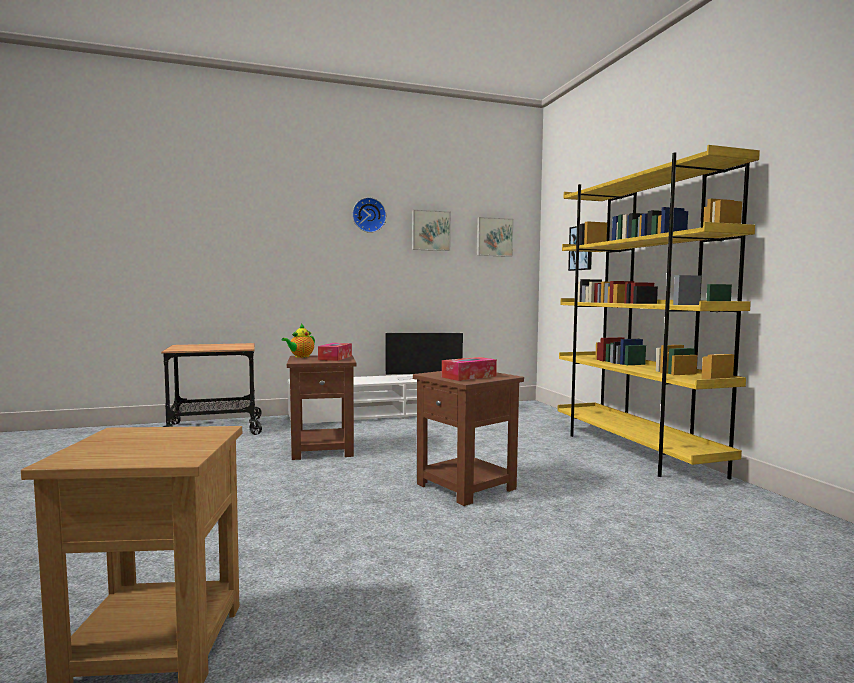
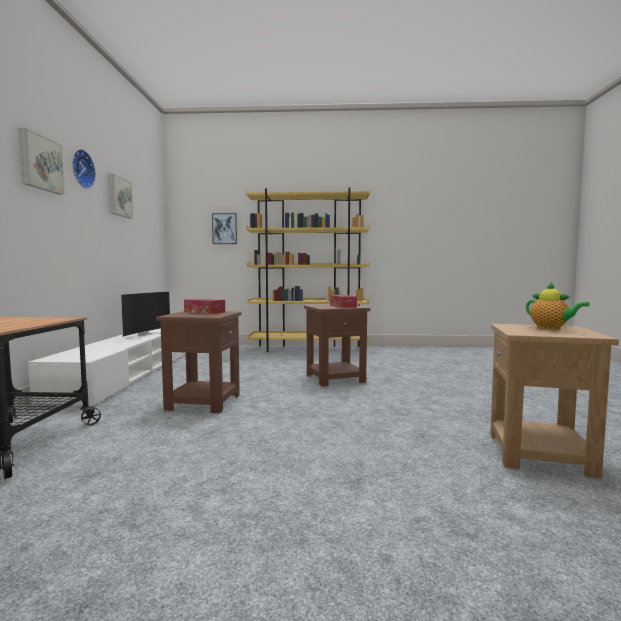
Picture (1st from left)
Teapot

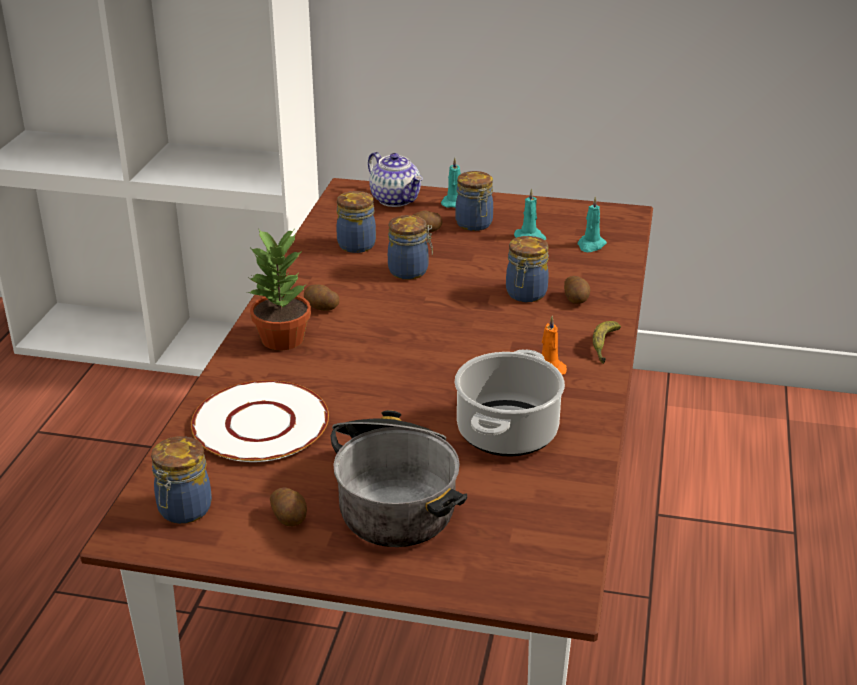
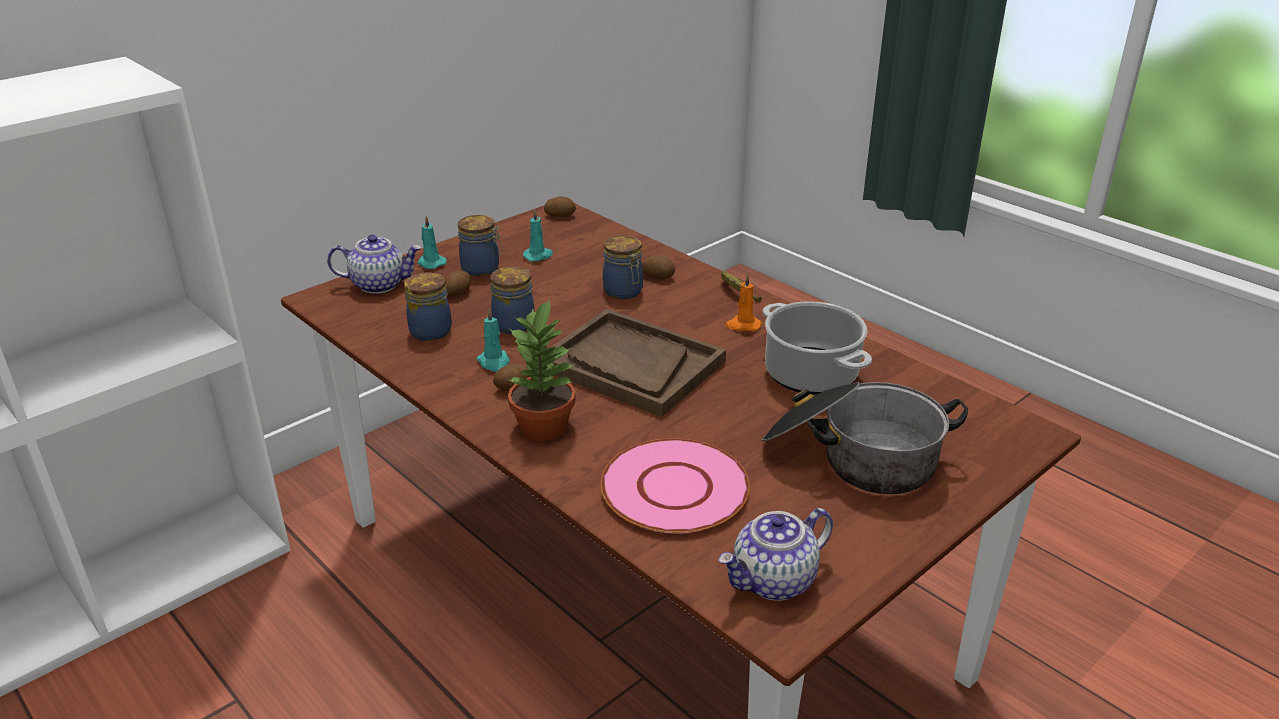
TurquoiseCandle (2nd from left)
Potato (3rd from left)
BrownTray
PinkPlate
Teapot (2nd from left)

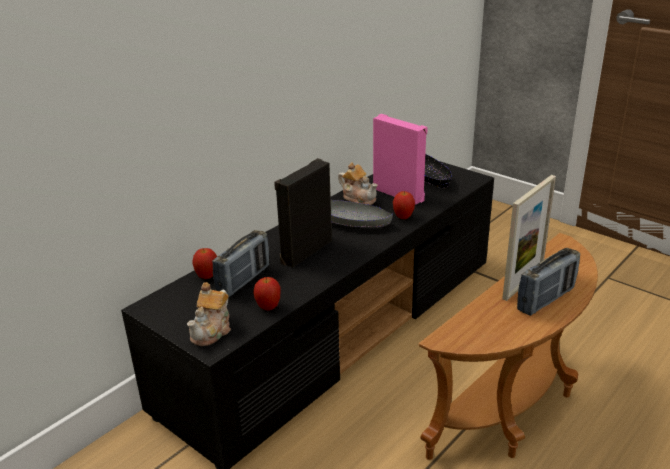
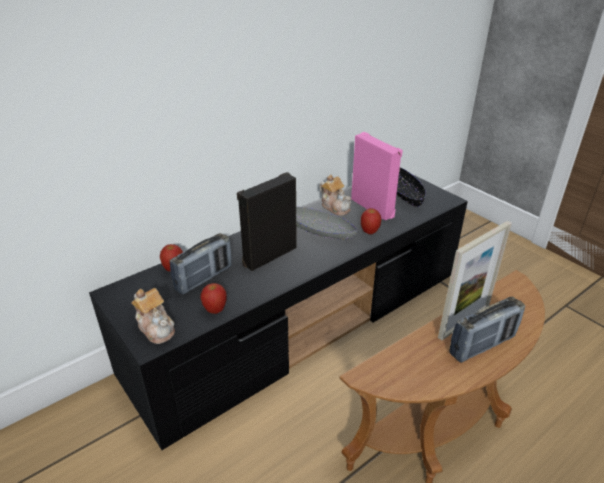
Teapot (1st from left)

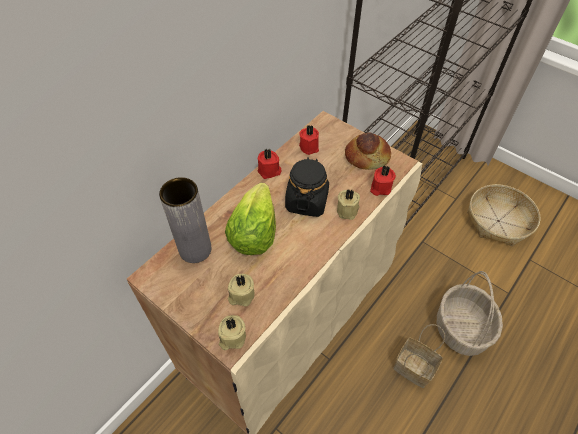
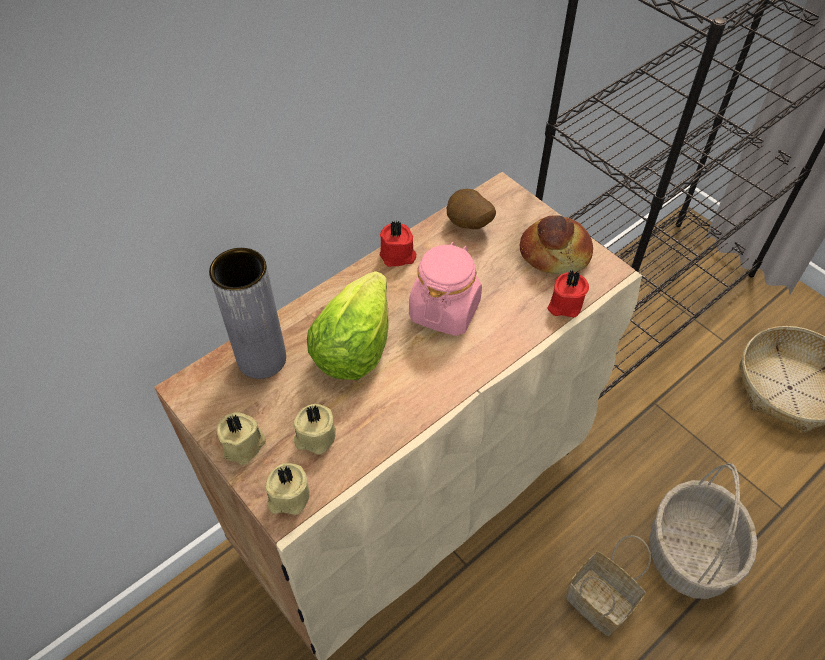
BeigeCandle (1st from left)
PinkJar
Potato

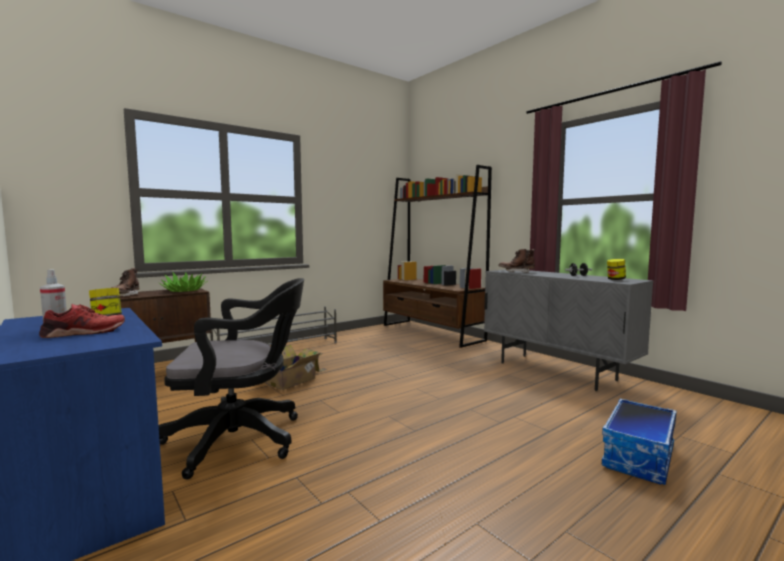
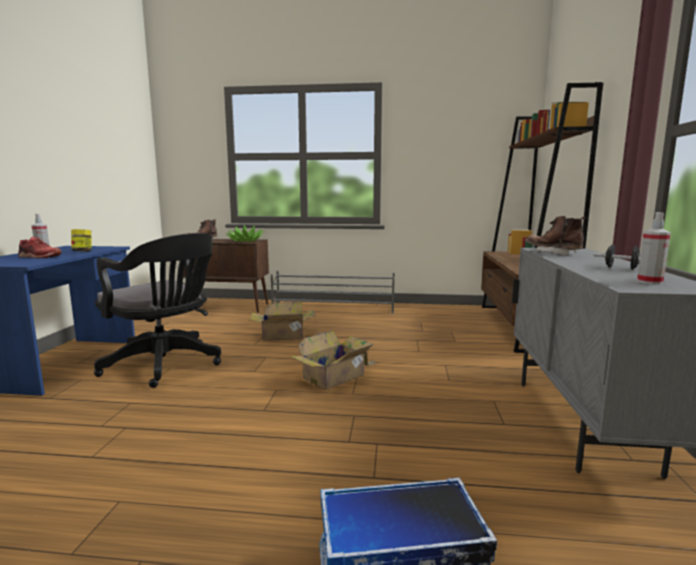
CardboardBox (2nd from left)
SprayBottle (2nd from left)

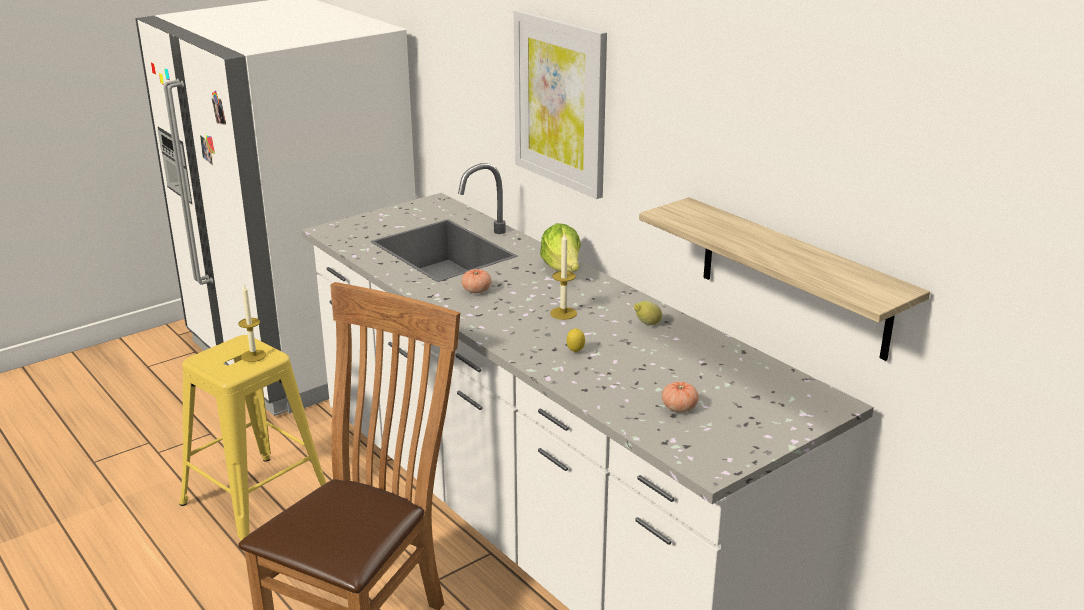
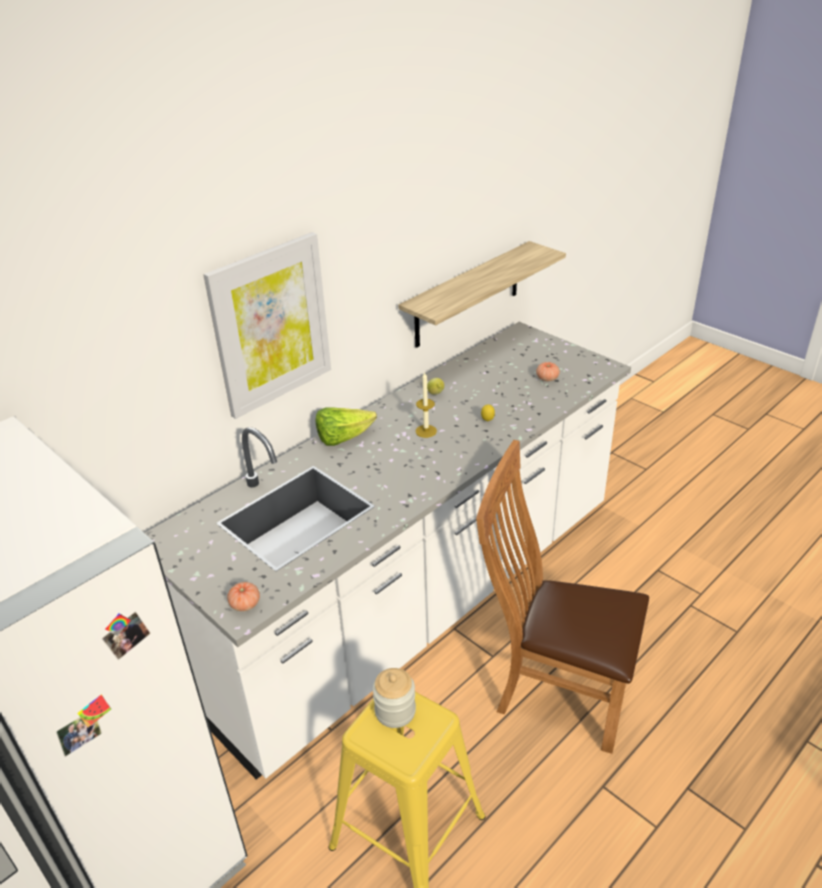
Tomato (1st from left)
Jar

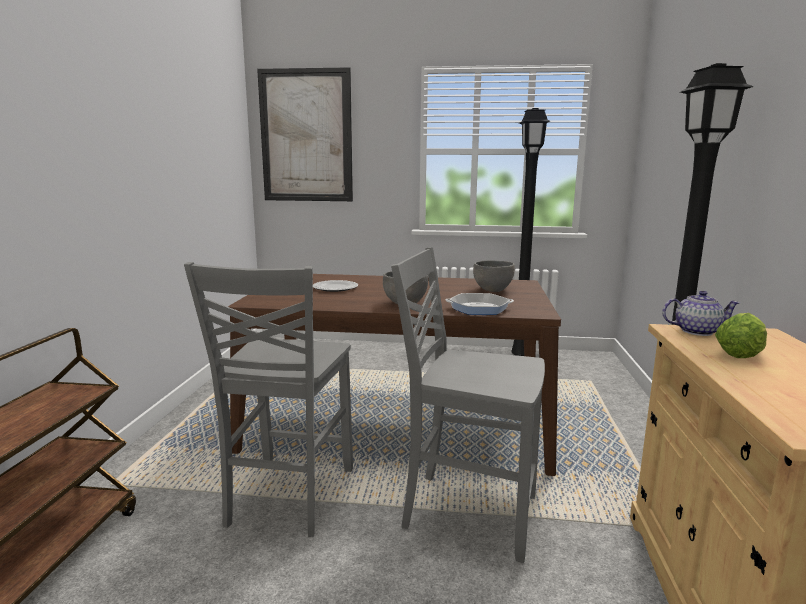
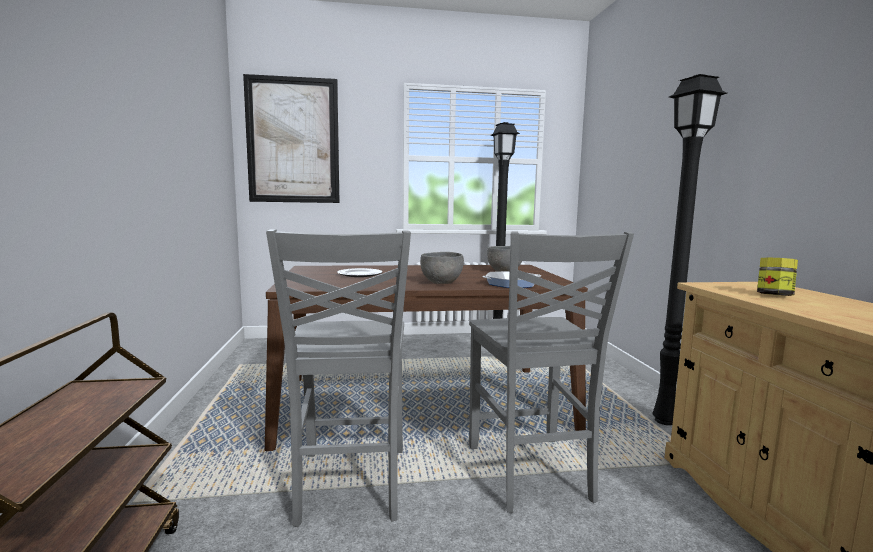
GreyChair (2nd from left)
Jar
Teapot

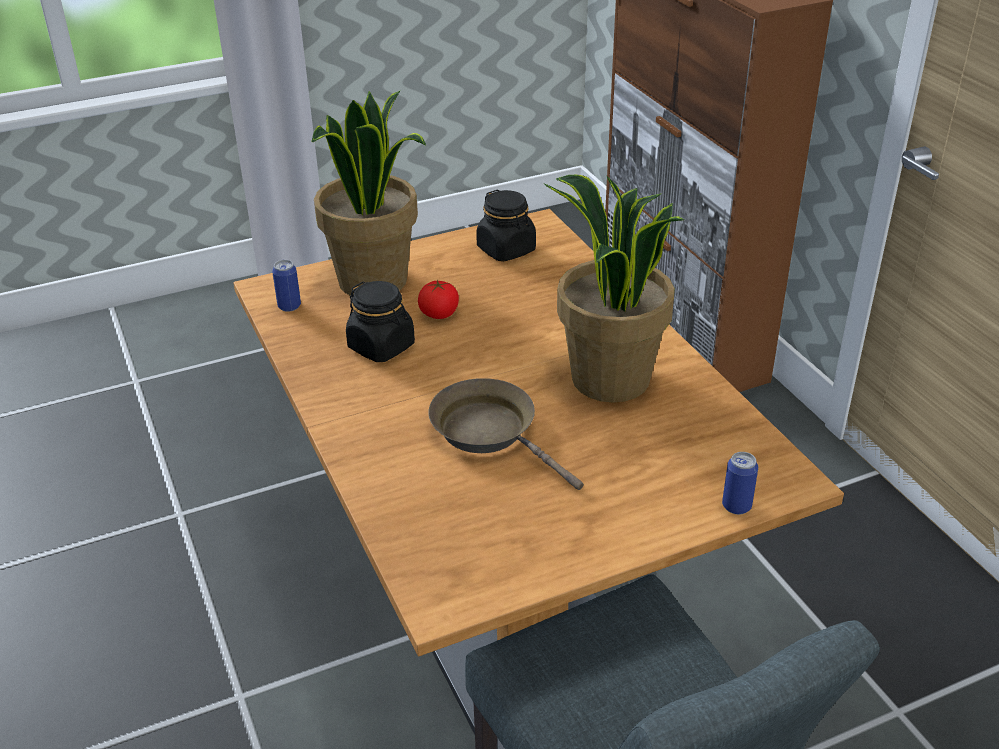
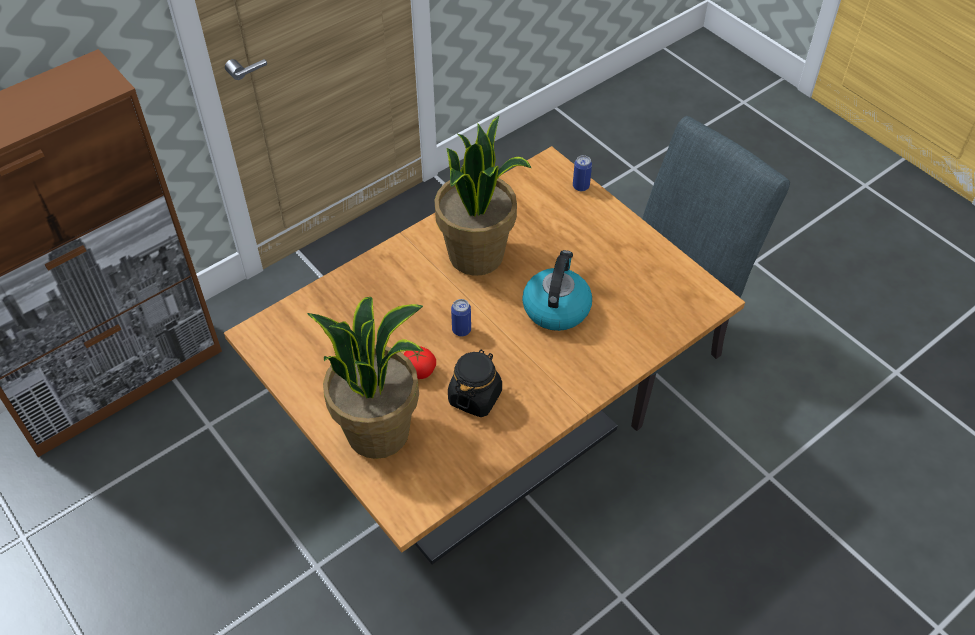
Can (1st from left)
Kettle
BlackJar (2nd from left in the first image)

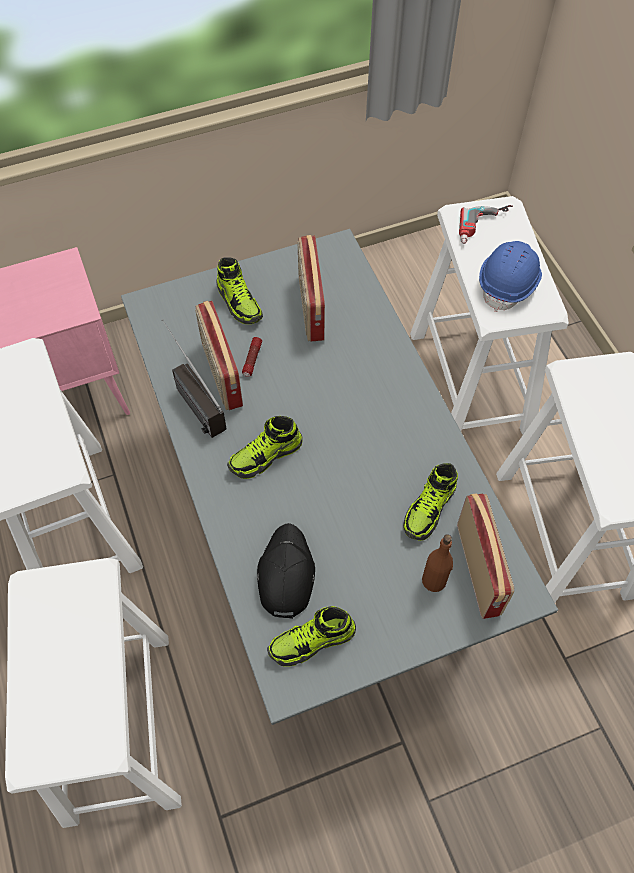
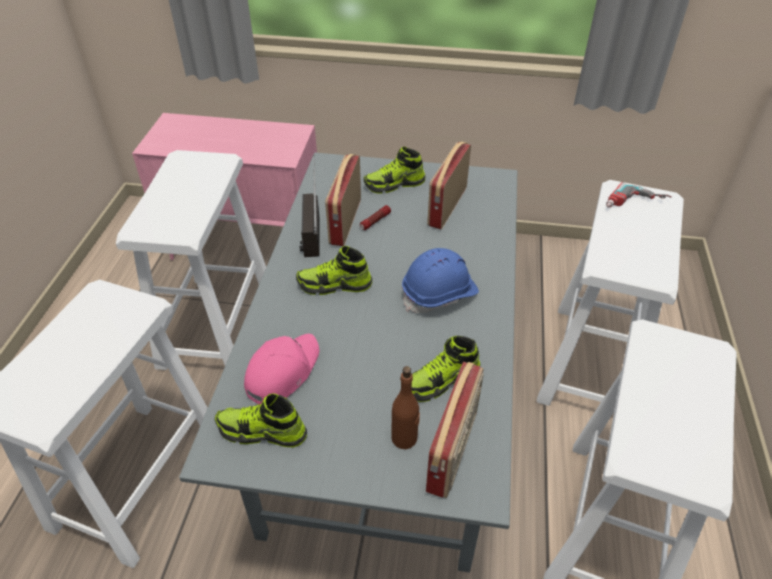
PinkCap
Shoe (3rd from left)
BlueHardHat

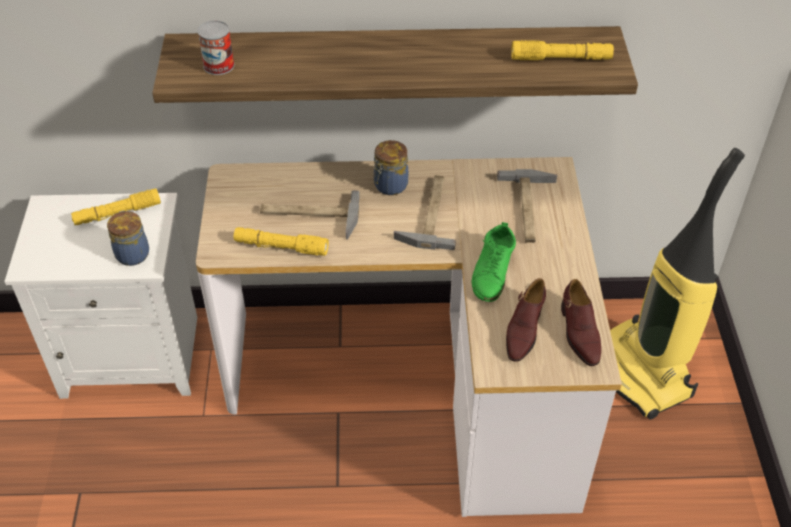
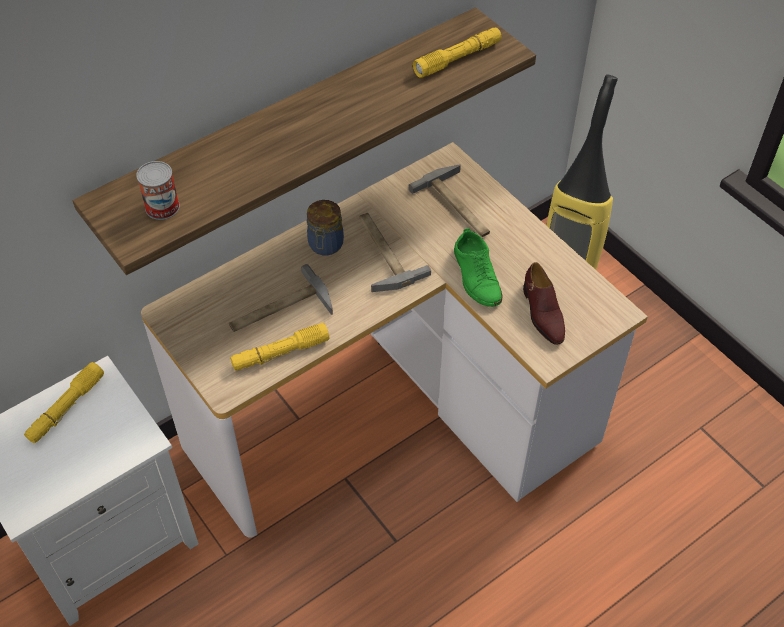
Jar (1st from left in the first image)
BrownShoe (2nd from left in the first image)

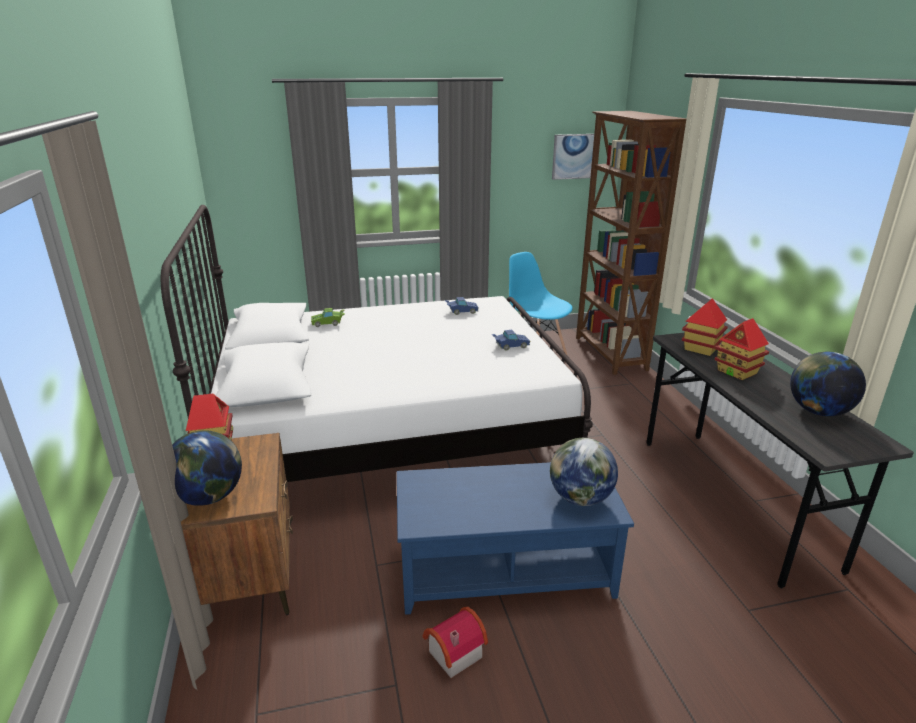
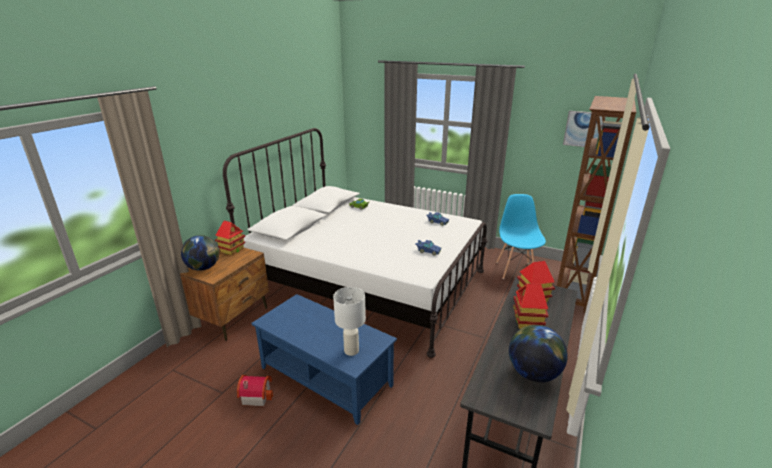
WhiteTableLamp

